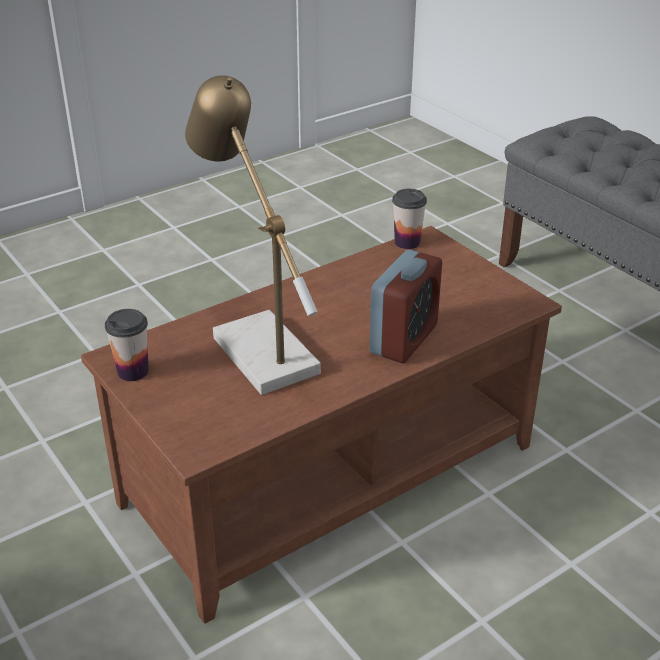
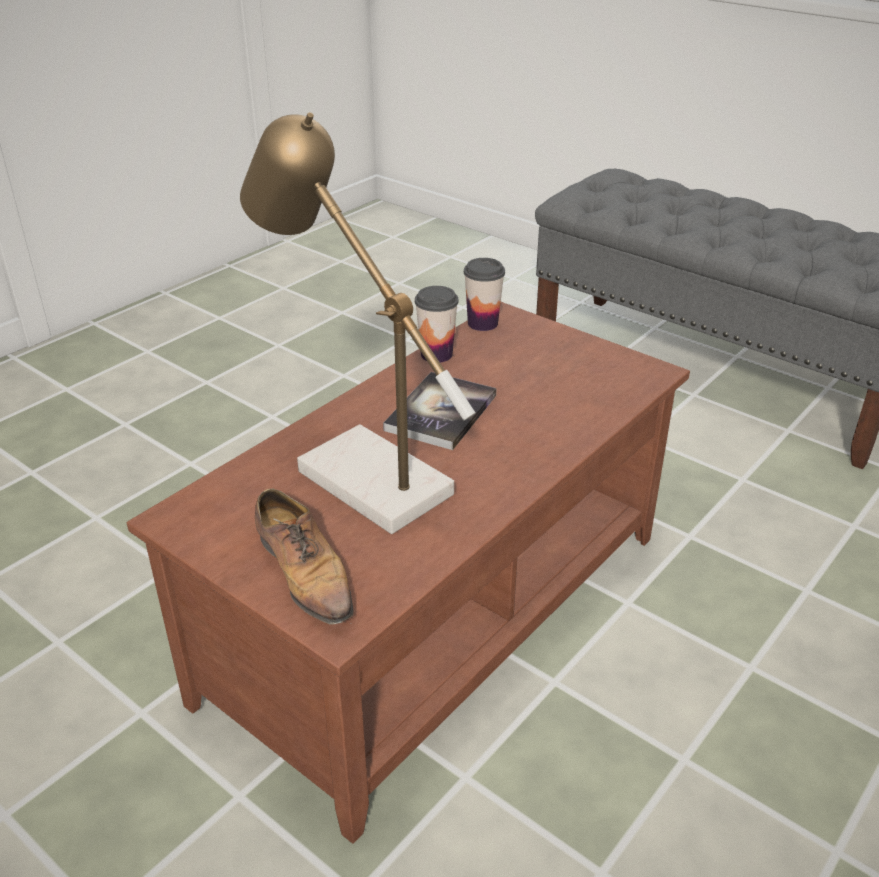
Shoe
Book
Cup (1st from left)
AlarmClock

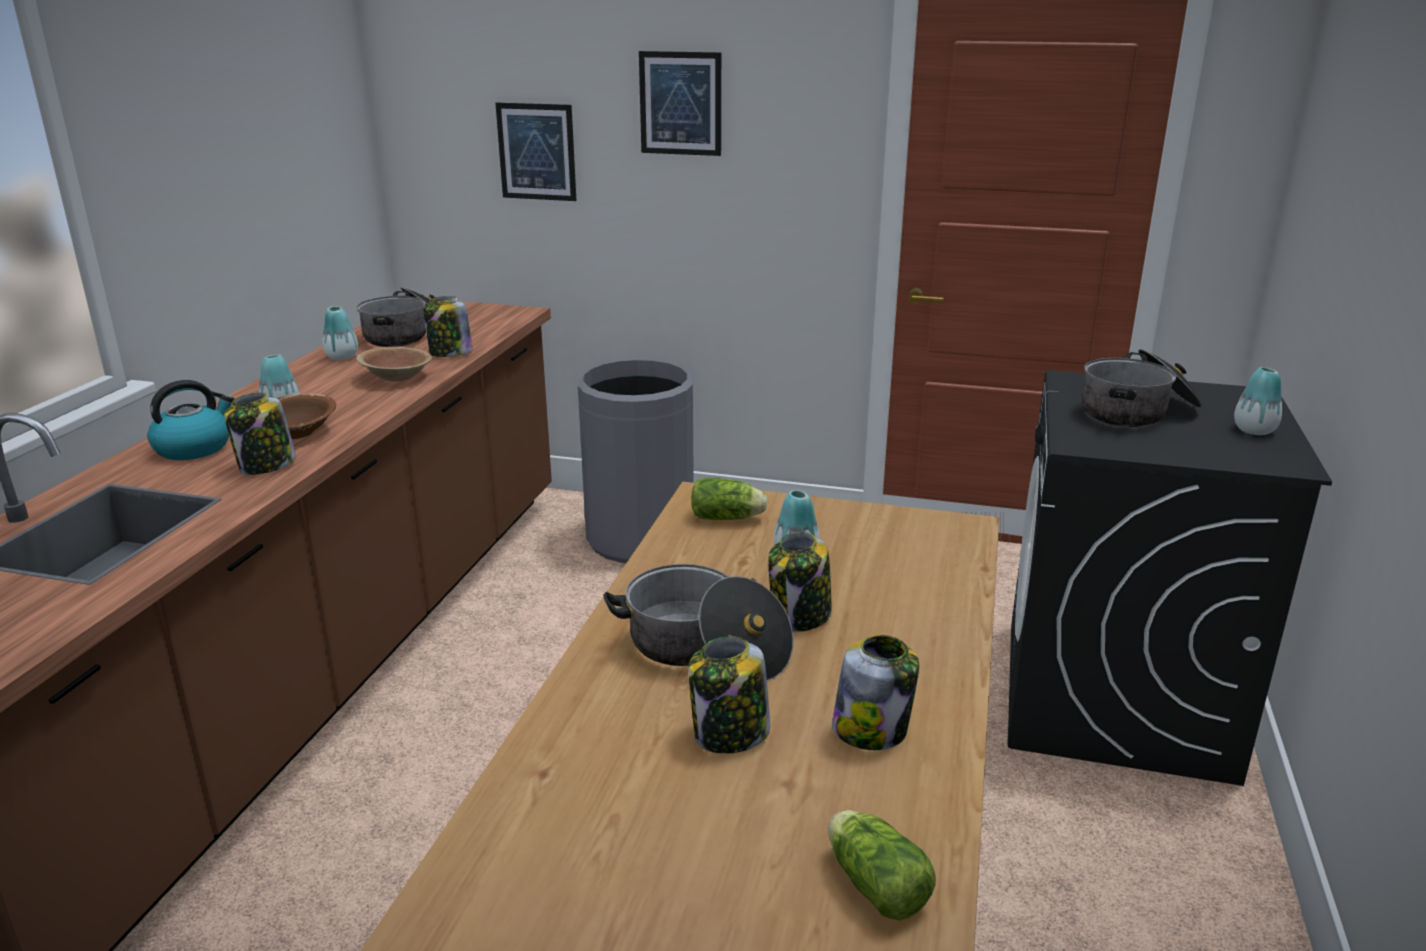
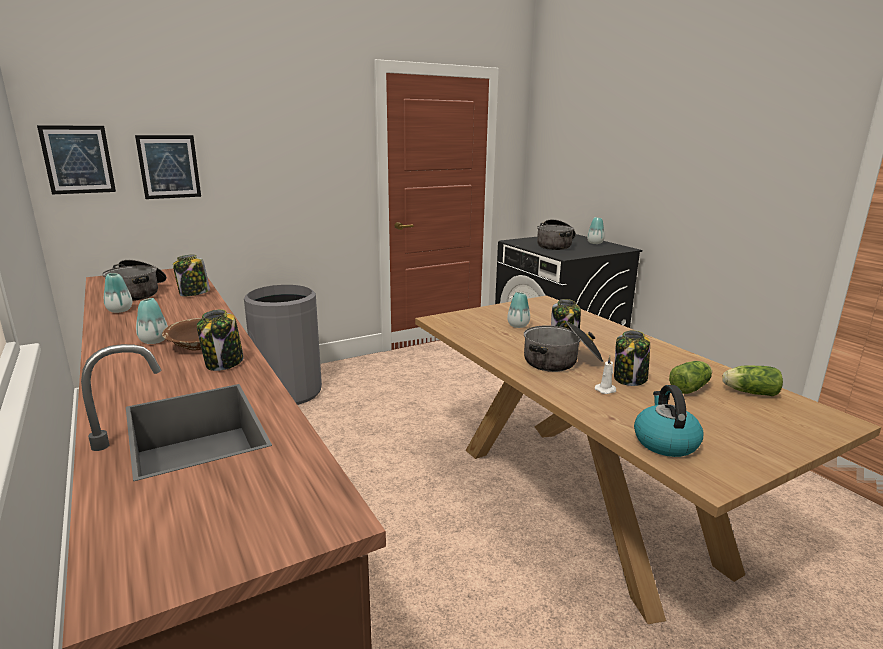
Picture (1st from left)
WhiteCandle
Kettle
Lettuce (1st from left)
BrownBowl (2nd from left in the first image)
Jar (5th from left in the first image)

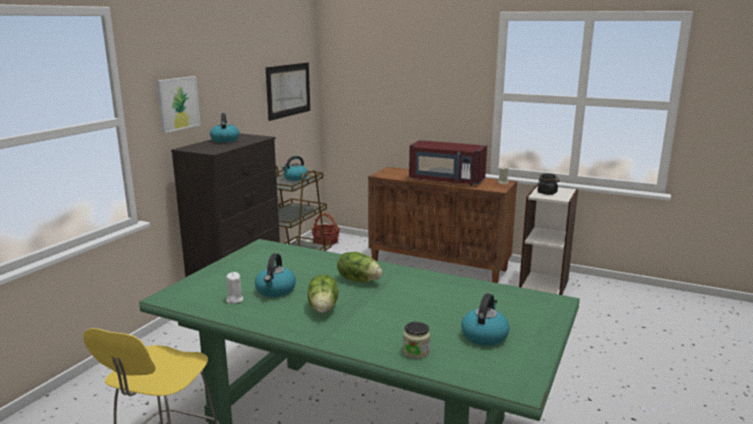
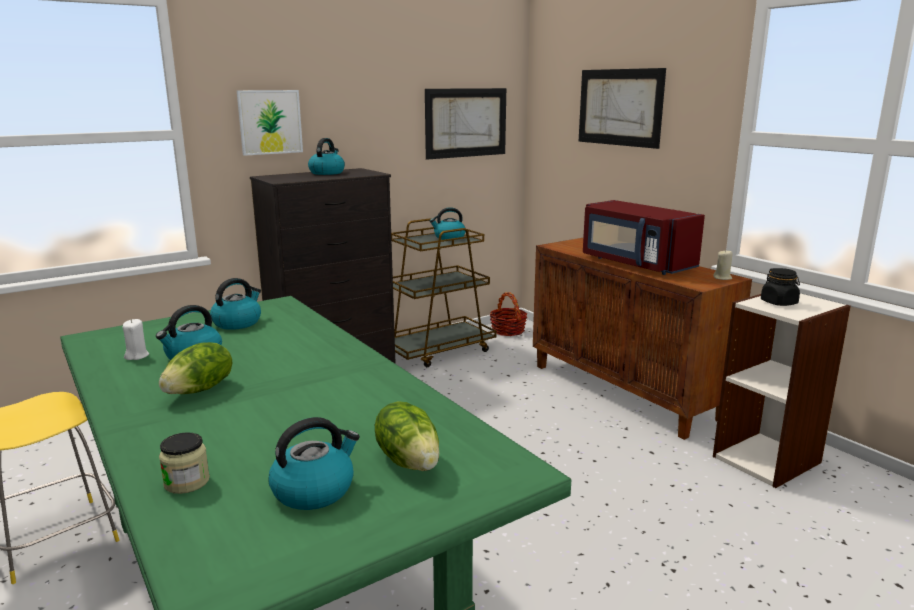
Kettle (2nd from left)
Lettuce (2nd from left)
Picture (3rd from left)

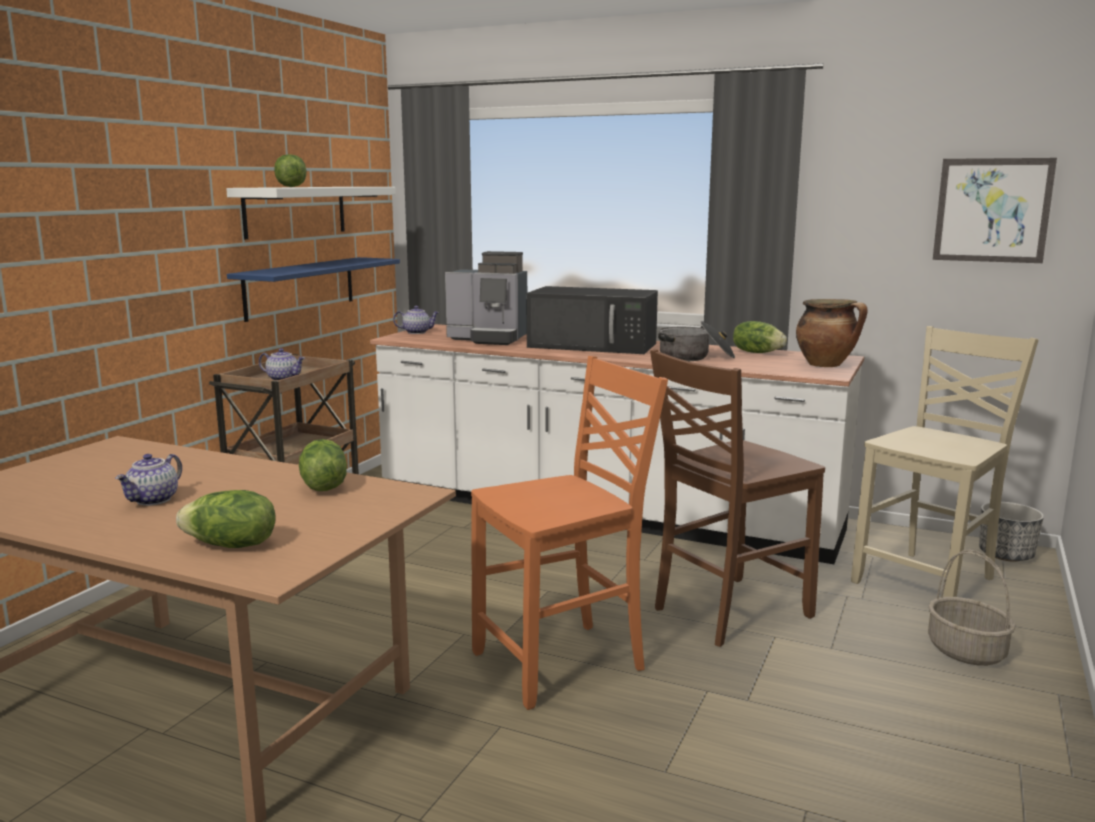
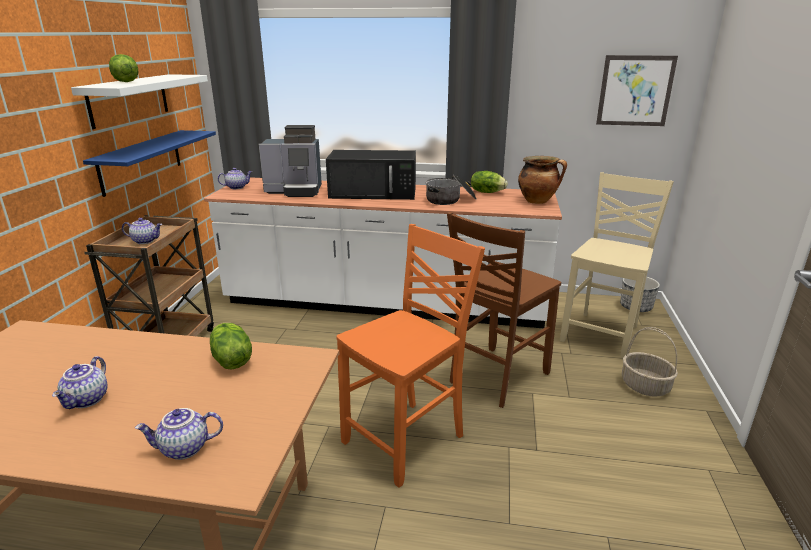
Teapot (3rd from left)

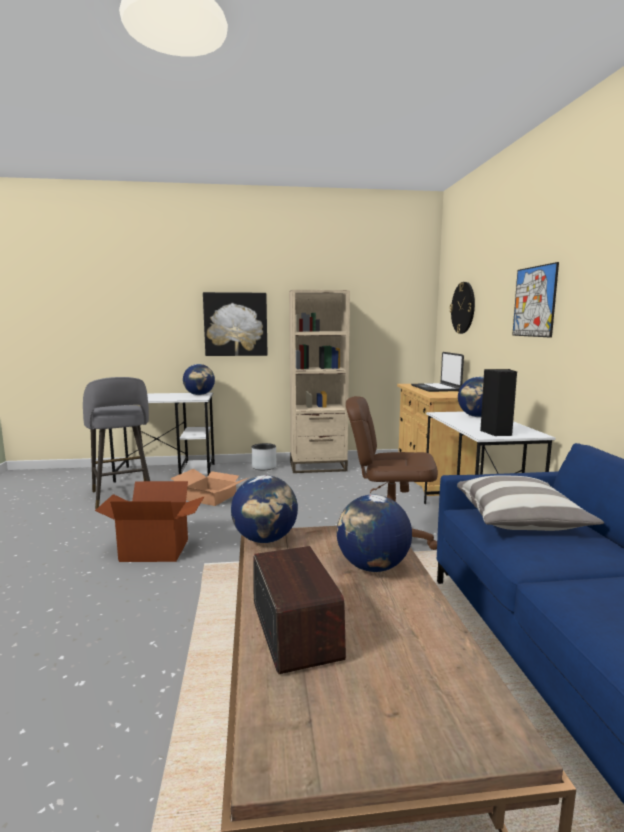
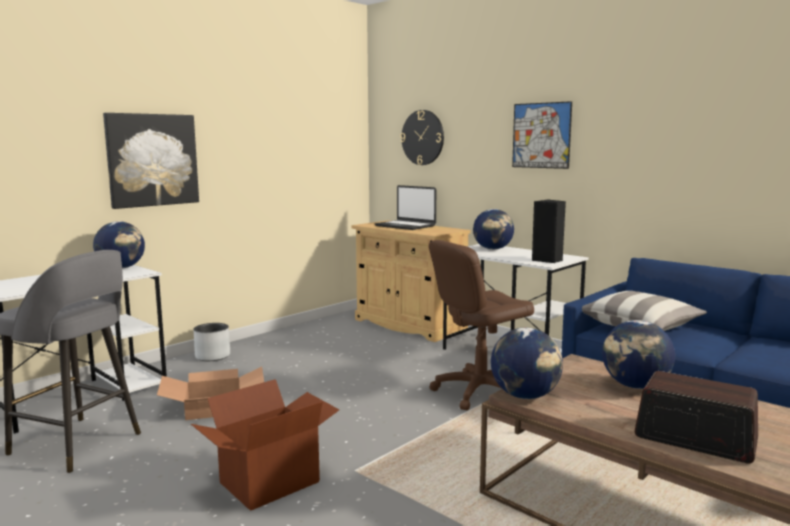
BeigeBookcase

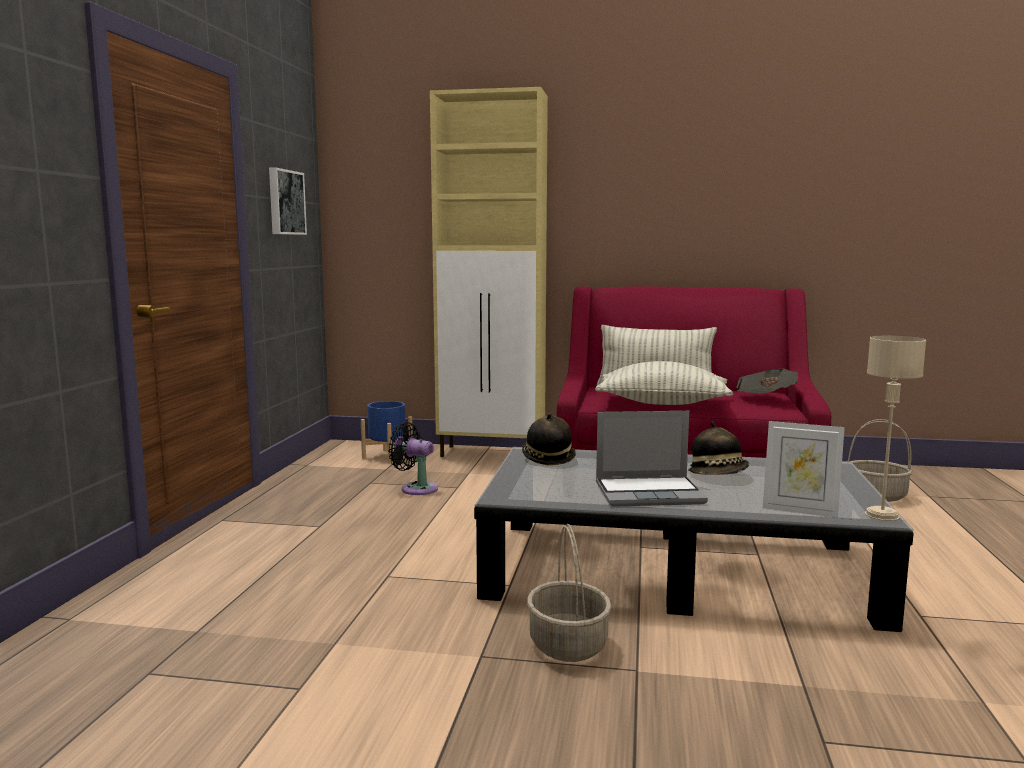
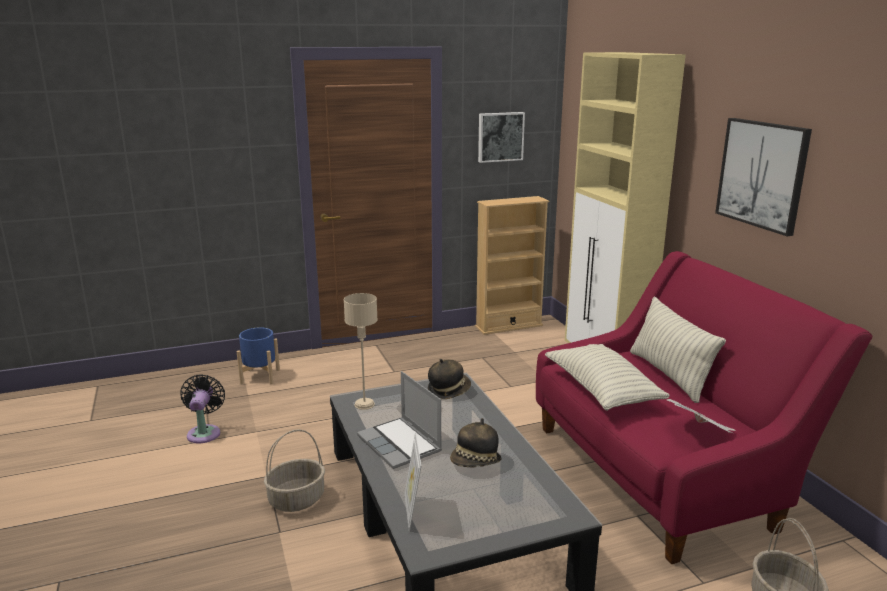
BlackFan
BluePlanter
BeigeTableLamp
BeigeBookcase
Picture (2nd from left)

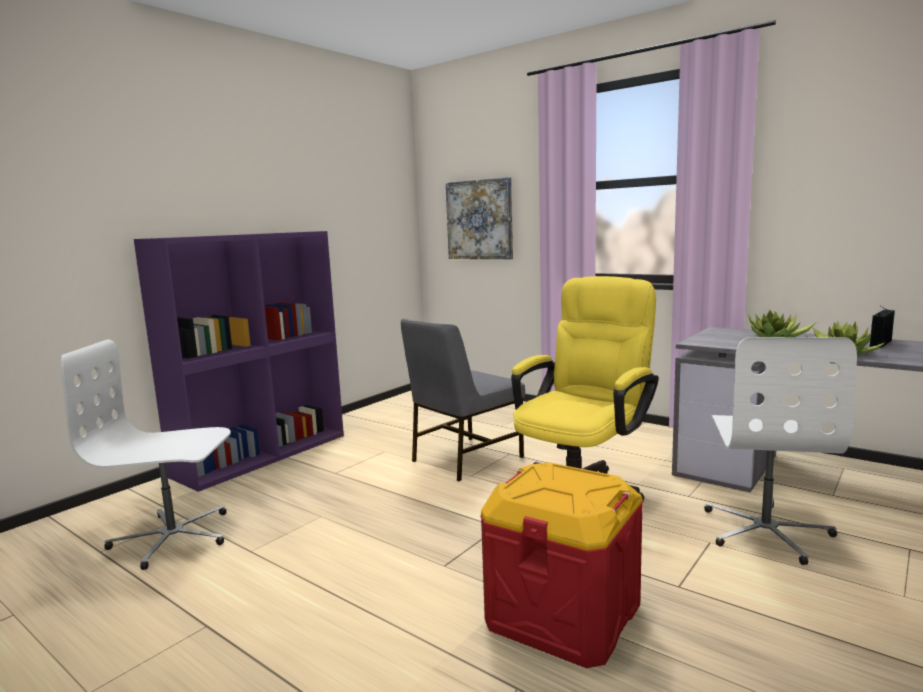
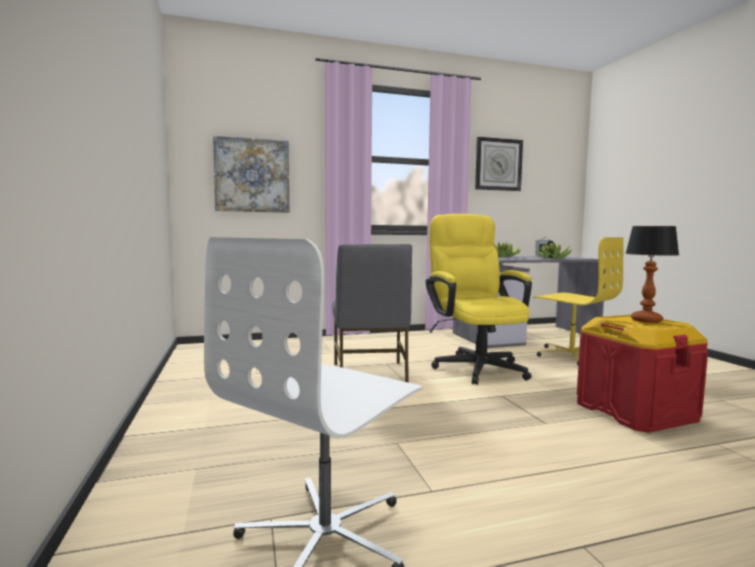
WallClock
YellowOfficeChair (2nd from left)
TableLamp
PurpleBookcase

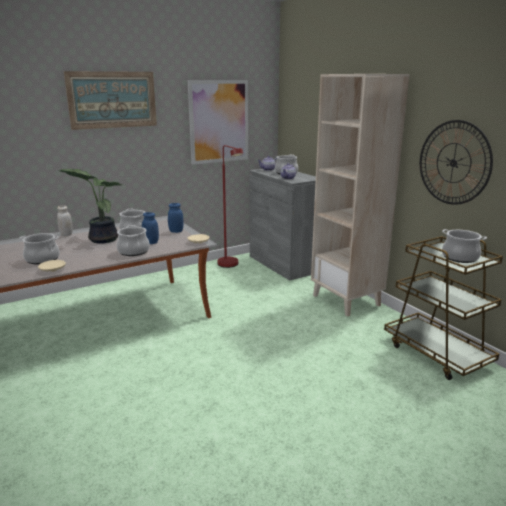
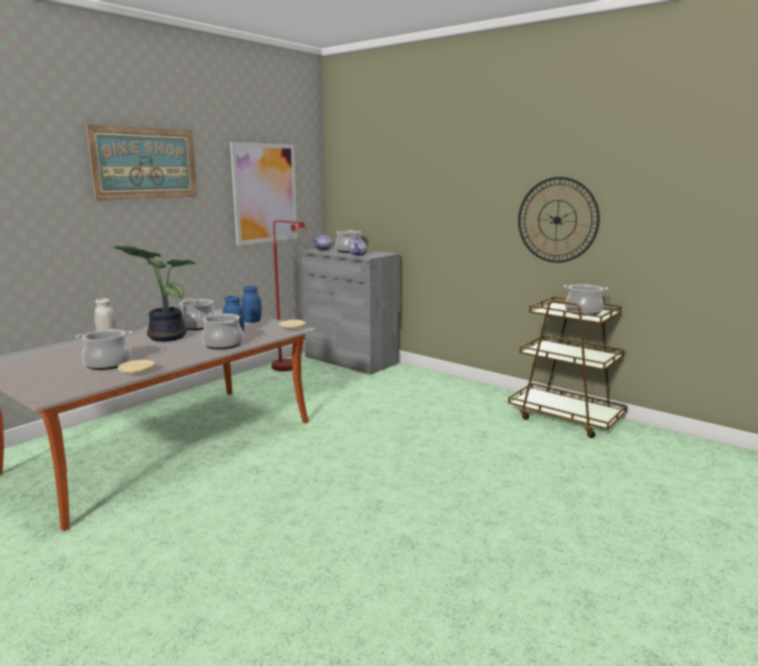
BeigeBookcase

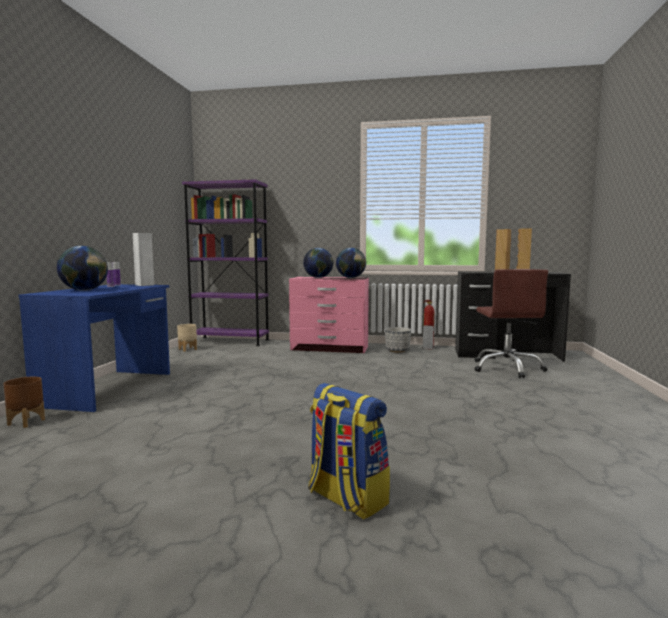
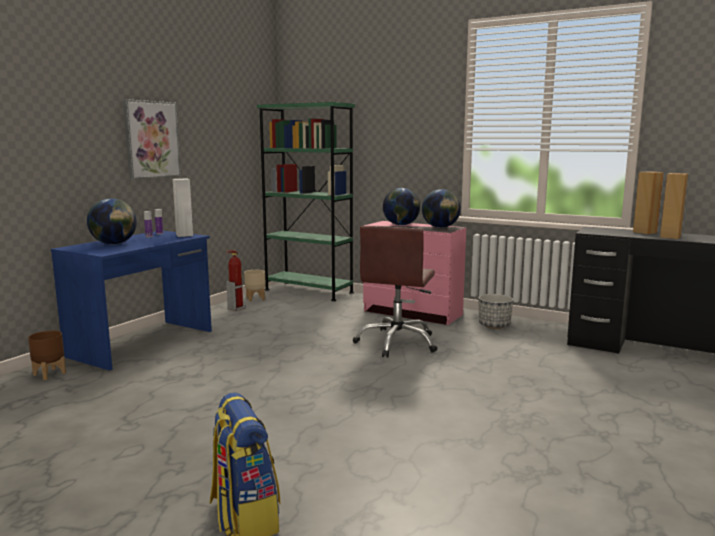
Picture
FireExtinguisher
GreenBookcase
BrownOfficeChair

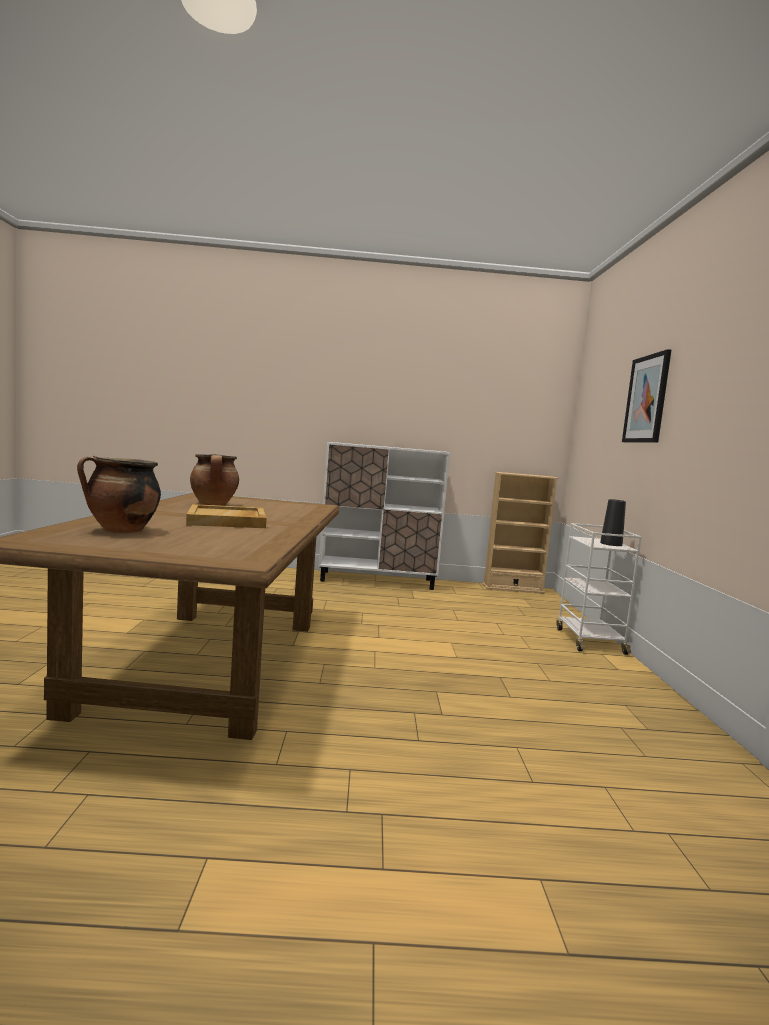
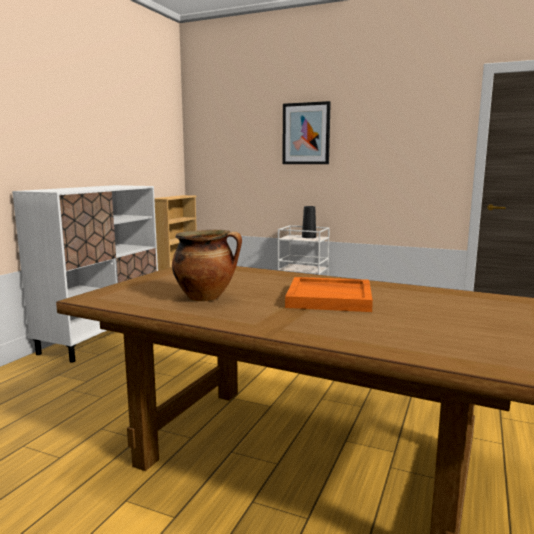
OrangeTray
CookingPot (1st from left in the first image)

